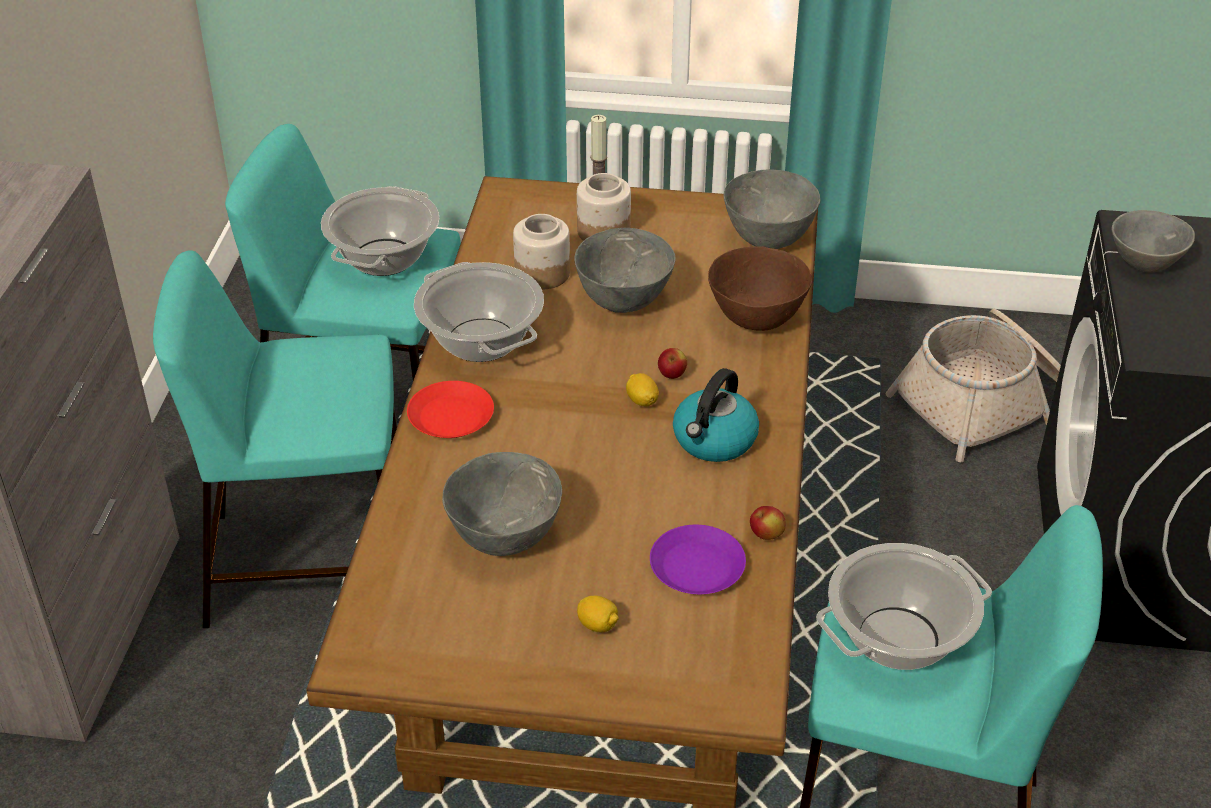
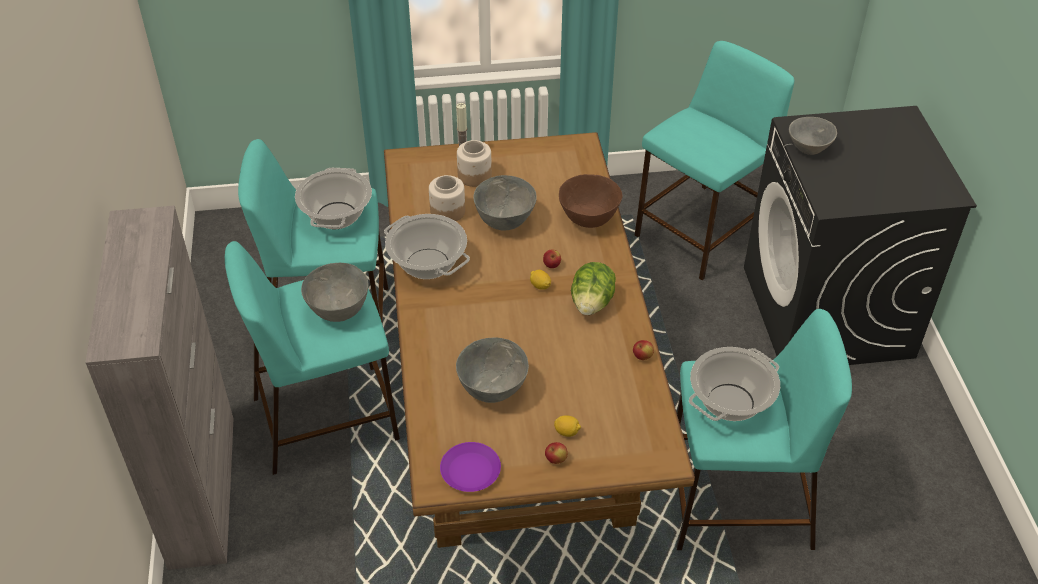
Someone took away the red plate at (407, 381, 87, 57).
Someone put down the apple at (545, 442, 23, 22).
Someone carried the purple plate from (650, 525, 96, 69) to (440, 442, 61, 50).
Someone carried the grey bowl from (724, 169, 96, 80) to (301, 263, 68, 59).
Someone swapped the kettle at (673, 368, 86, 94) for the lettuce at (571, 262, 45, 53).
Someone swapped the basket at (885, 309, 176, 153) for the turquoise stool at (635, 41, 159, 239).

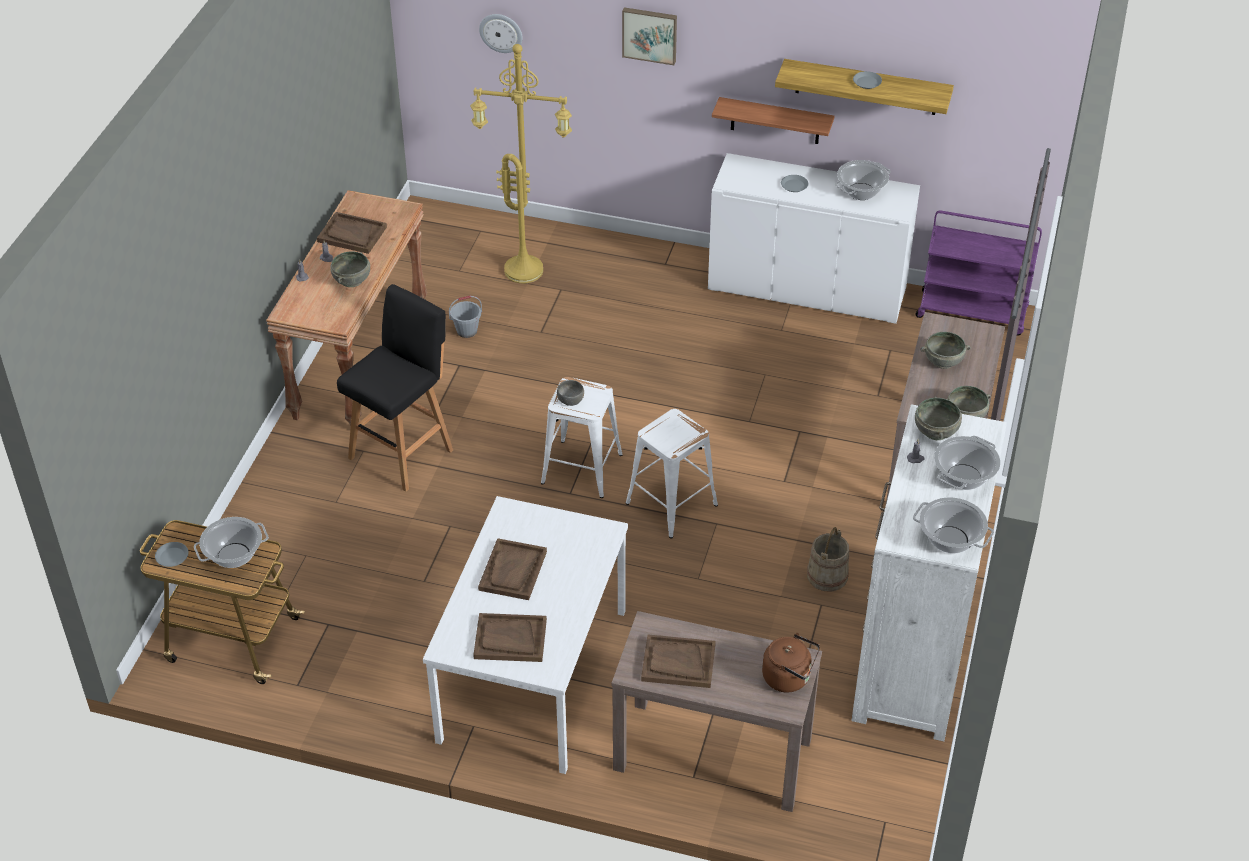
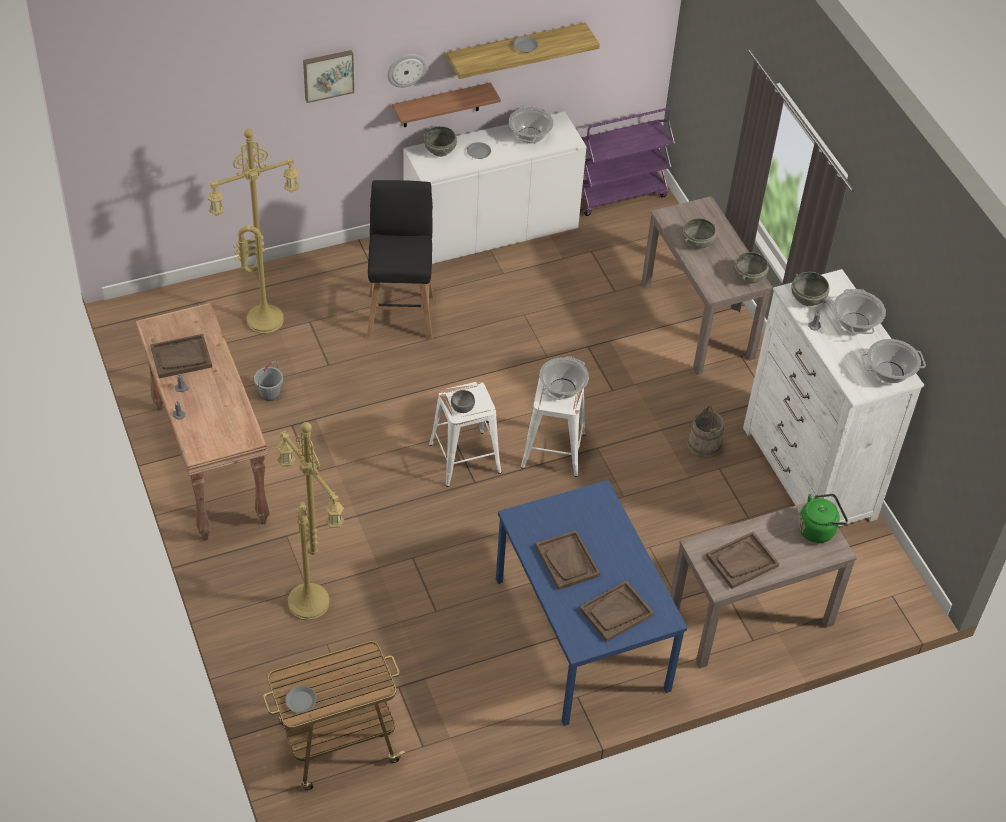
Someone put down the yellow floor lamp at (276, 422, 68, 198).
Someone carried the cooking pot from (194, 517, 75, 51) to (539, 356, 50, 44).
Someone carried the grey bowl from (330, 251, 40, 36) to (424, 126, 33, 31).
Someone carried the black stool from (337, 284, 116, 208) to (367, 180, 66, 160).
Someone carried the wall clock from (479, 14, 43, 39) to (388, 54, 39, 34).
Someone repainted the white dining table at (423, 496, 205, 278), which became the blue dining table at (496, 480, 192, 246).
Someone repainted the brown kettle at (762, 633, 58, 59), which became the green kettle at (798, 494, 50, 49).

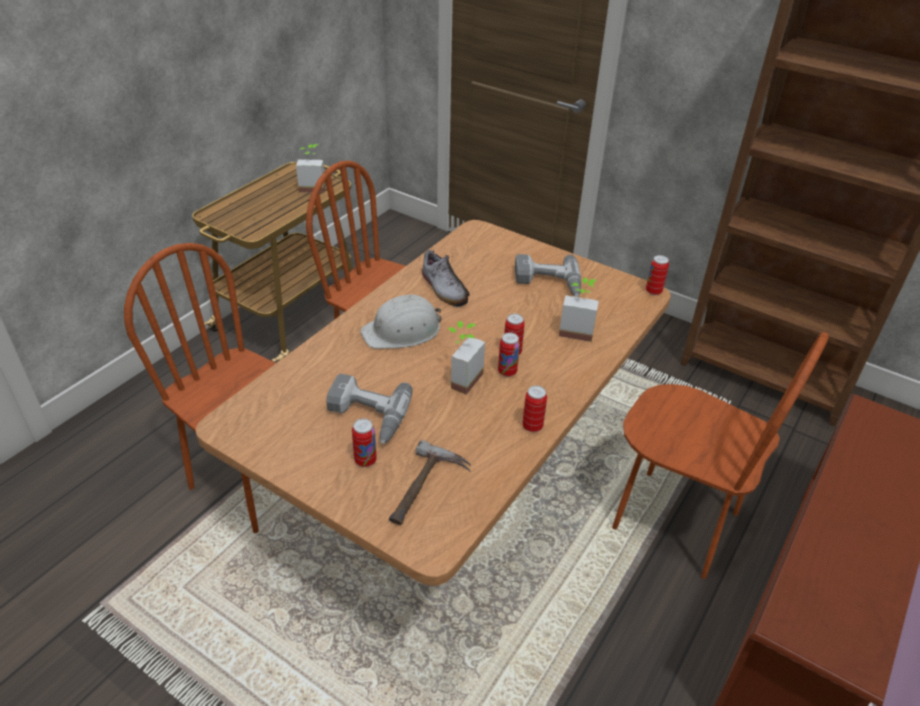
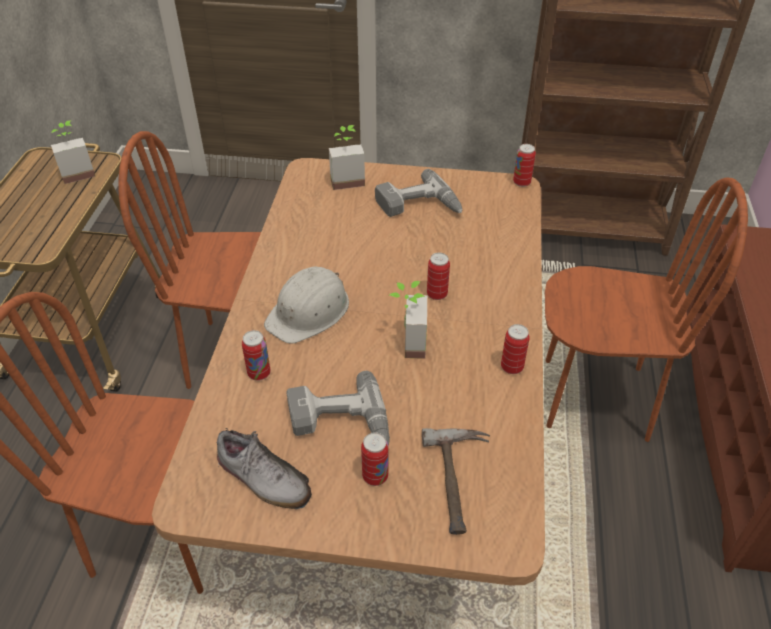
Someone carried the shoe from (422, 250, 48, 57) to (217, 428, 95, 81).
Someone carried the can from (498, 332, 22, 45) to (242, 330, 29, 51).
Someone carried the potted plant from (559, 278, 40, 64) to (329, 125, 36, 65).

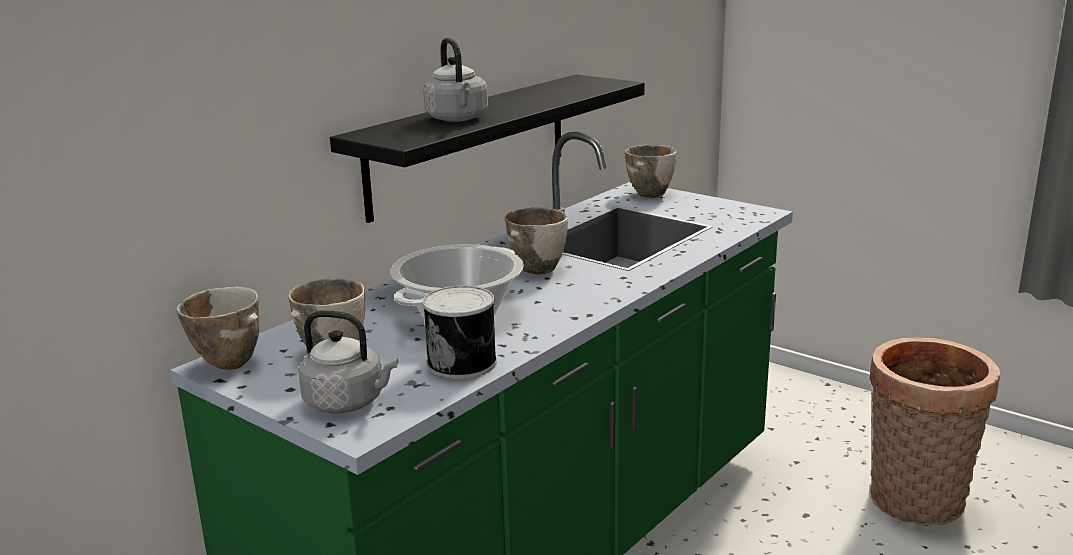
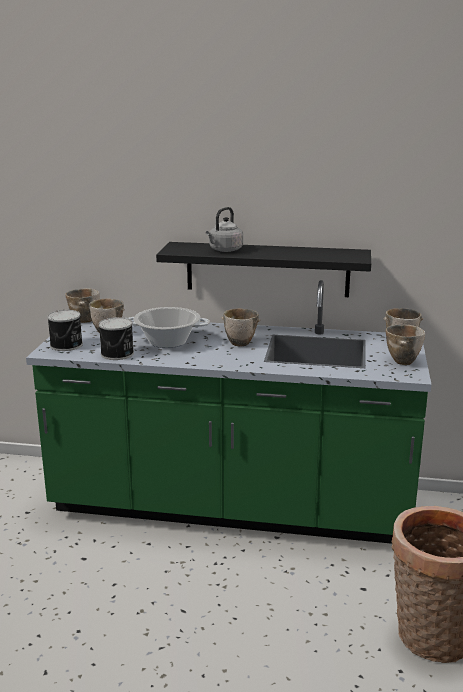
Someone put down the bowl at (386, 325, 39, 40).
Someone swapped the grey kettle at (298, 310, 100, 103) for the can at (47, 310, 36, 41).

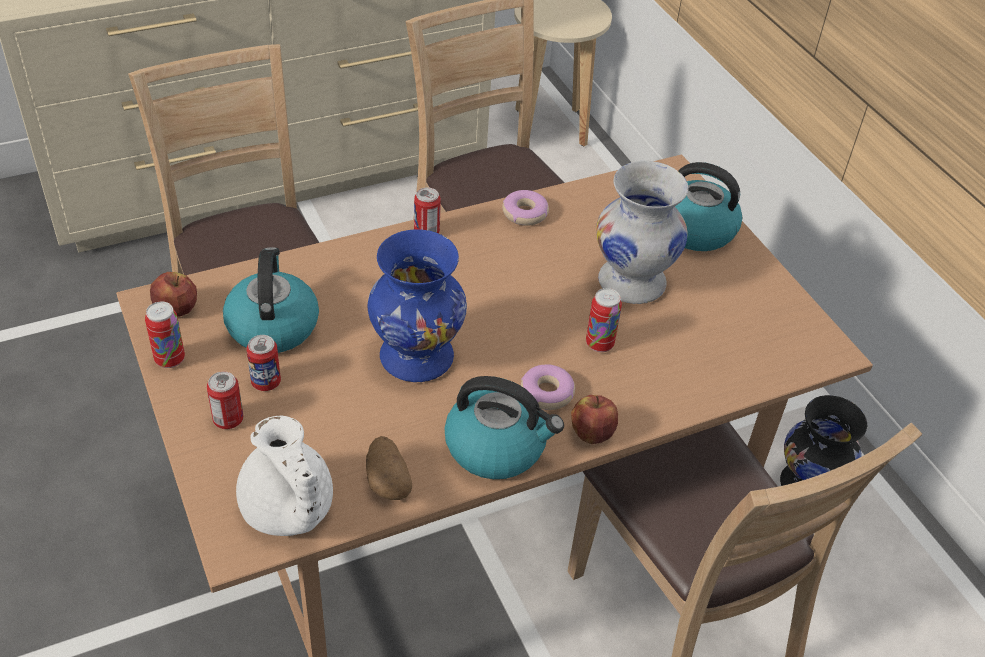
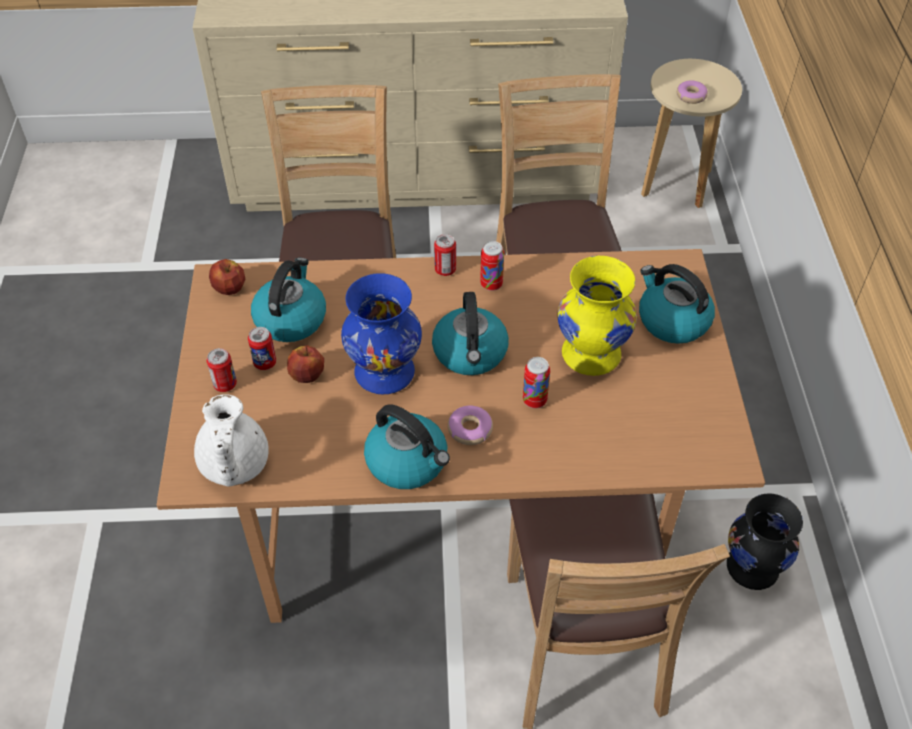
Someone took away the potato at (366, 436, 46, 64).
Someone put down the kettle at (432, 292, 77, 83).
Someone carried the can from (145, 302, 40, 66) to (480, 241, 24, 50).
Someone carried the donut from (502, 190, 47, 36) to (677, 81, 31, 23).
Someone carried the apple from (571, 395, 47, 49) to (287, 345, 37, 38).
Someone repainted the white vase at (596, 161, 92, 143), which became the yellow vase at (557, 256, 80, 120).

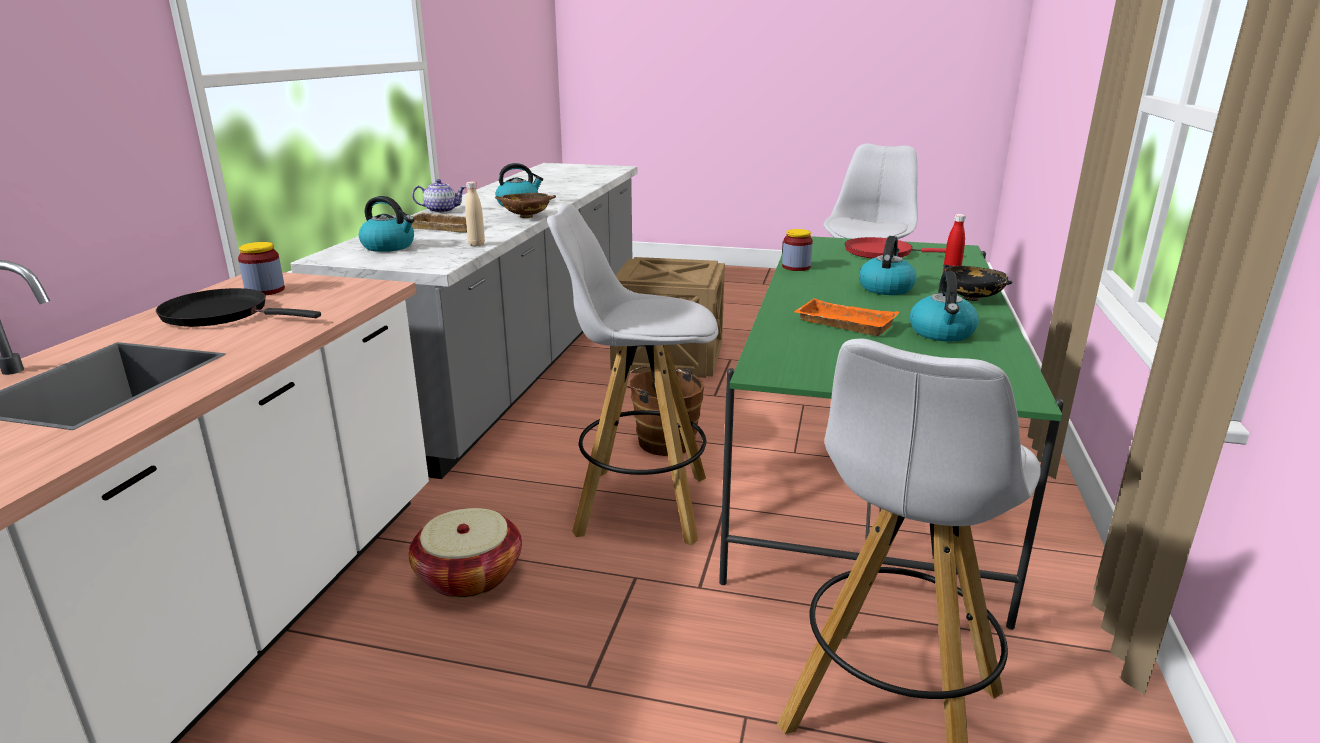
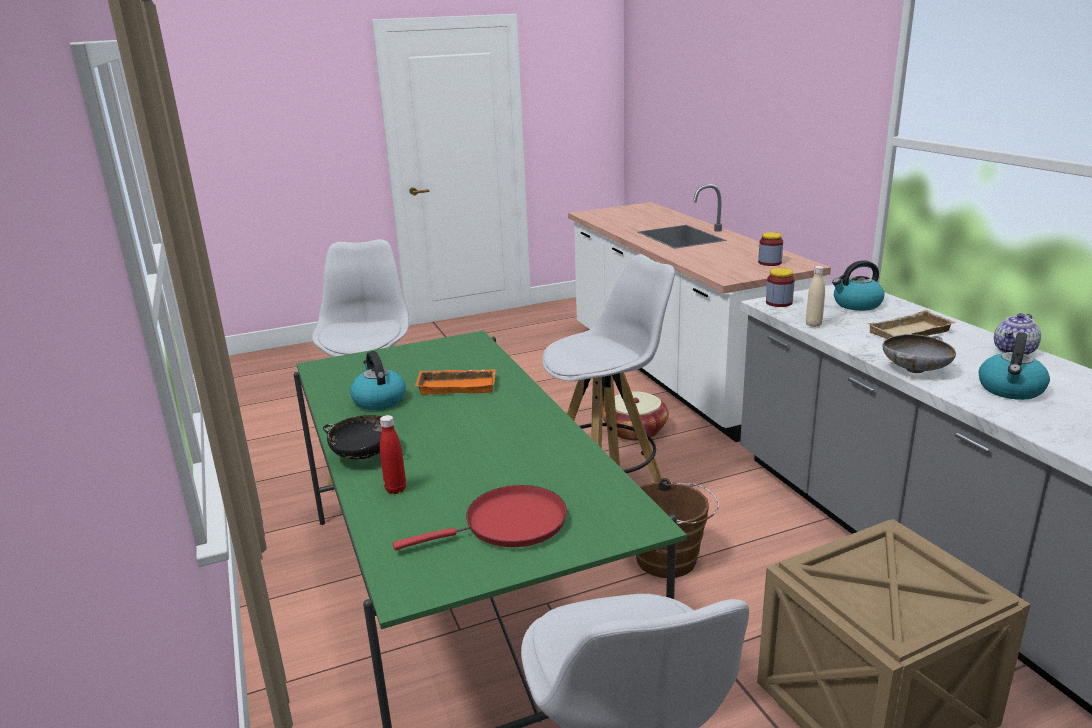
Someone took away the black frying pan at (156, 288, 165, 39).
Someone took away the kettle at (859, 236, 58, 59).
Someone carried the jar from (782, 229, 31, 42) to (766, 268, 29, 39).
Someone repainted the brown bowl at (495, 193, 61, 25), which became the grey bowl at (883, 334, 73, 39).

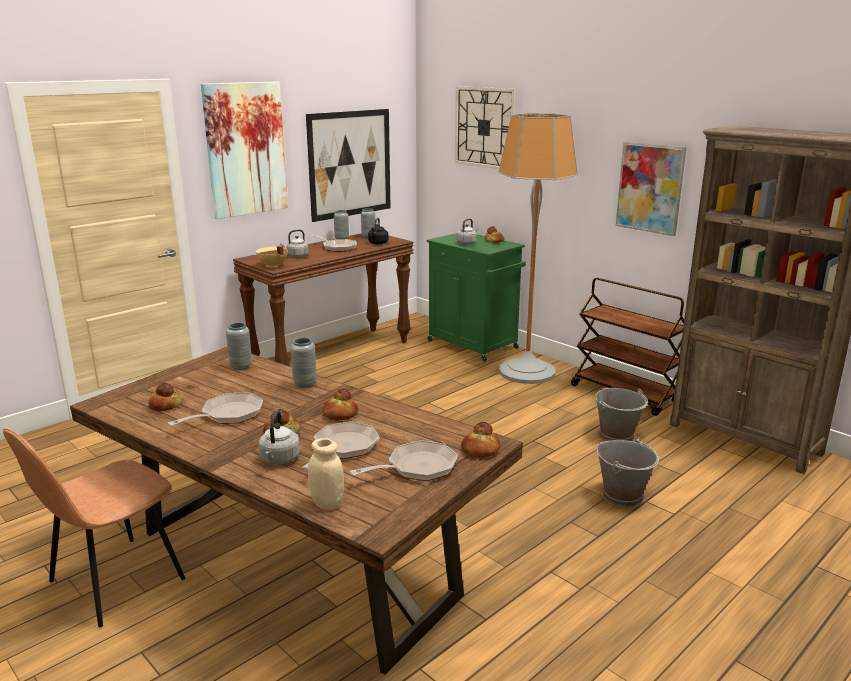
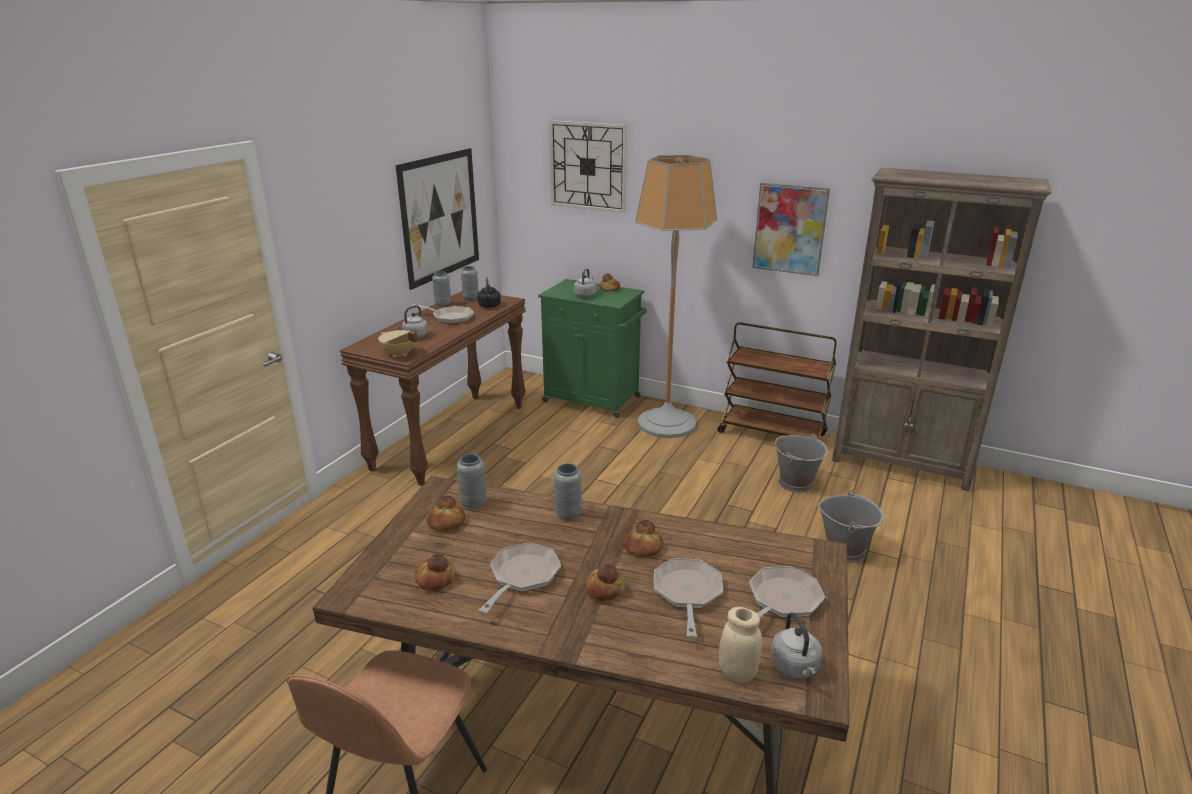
Someone took away the picture at (201, 82, 87, 137).
Someone carried the grey kettle from (259, 411, 41, 53) to (770, 612, 52, 67).
Someone carried the bread from (461, 422, 39, 35) to (427, 496, 38, 36).

